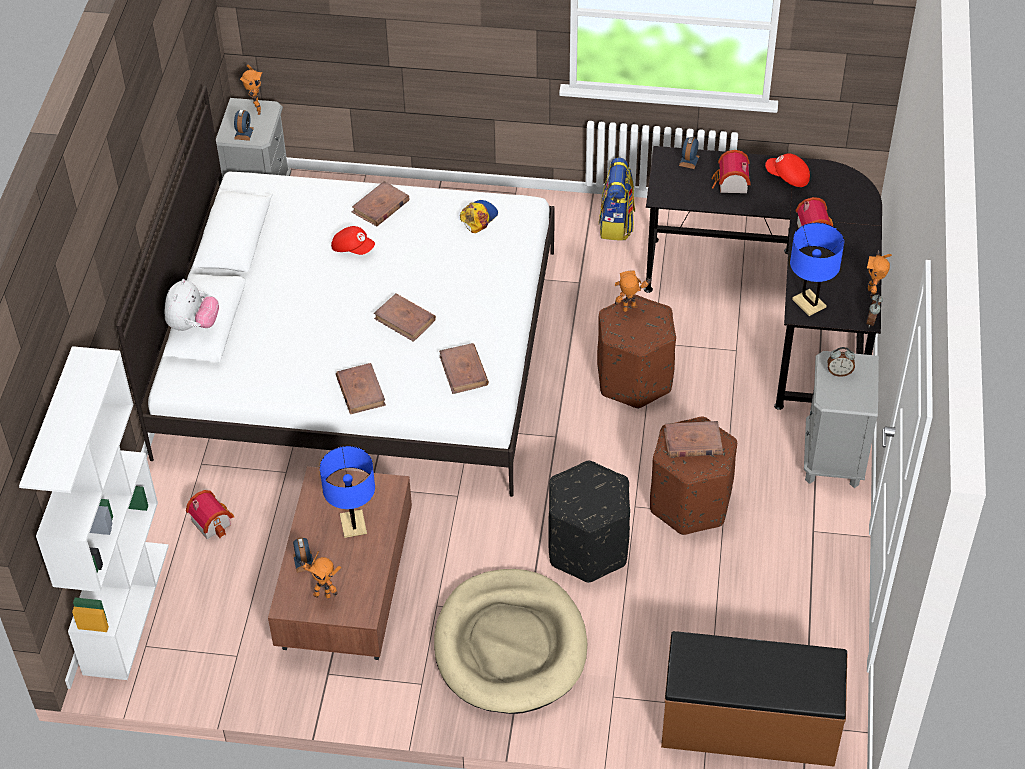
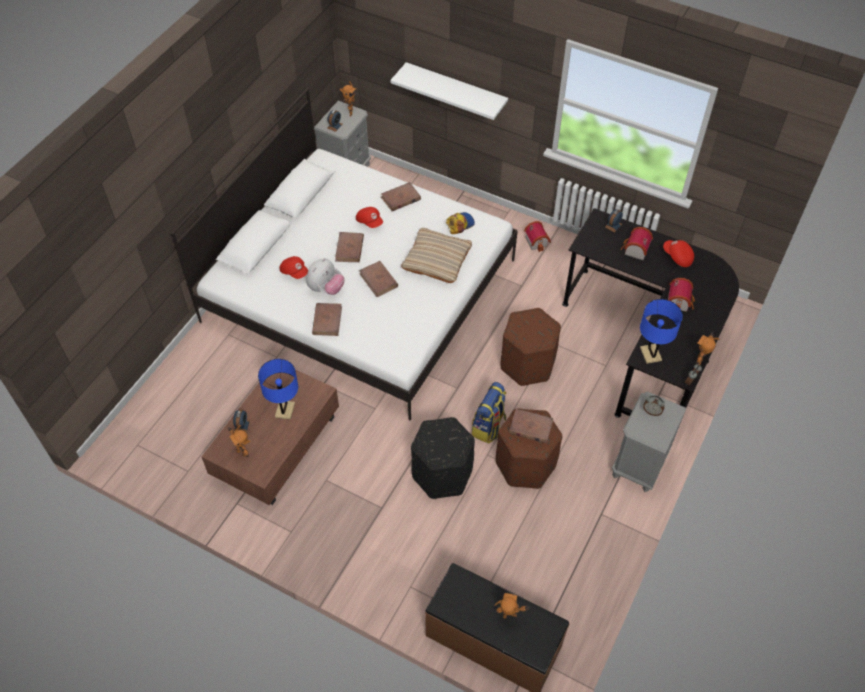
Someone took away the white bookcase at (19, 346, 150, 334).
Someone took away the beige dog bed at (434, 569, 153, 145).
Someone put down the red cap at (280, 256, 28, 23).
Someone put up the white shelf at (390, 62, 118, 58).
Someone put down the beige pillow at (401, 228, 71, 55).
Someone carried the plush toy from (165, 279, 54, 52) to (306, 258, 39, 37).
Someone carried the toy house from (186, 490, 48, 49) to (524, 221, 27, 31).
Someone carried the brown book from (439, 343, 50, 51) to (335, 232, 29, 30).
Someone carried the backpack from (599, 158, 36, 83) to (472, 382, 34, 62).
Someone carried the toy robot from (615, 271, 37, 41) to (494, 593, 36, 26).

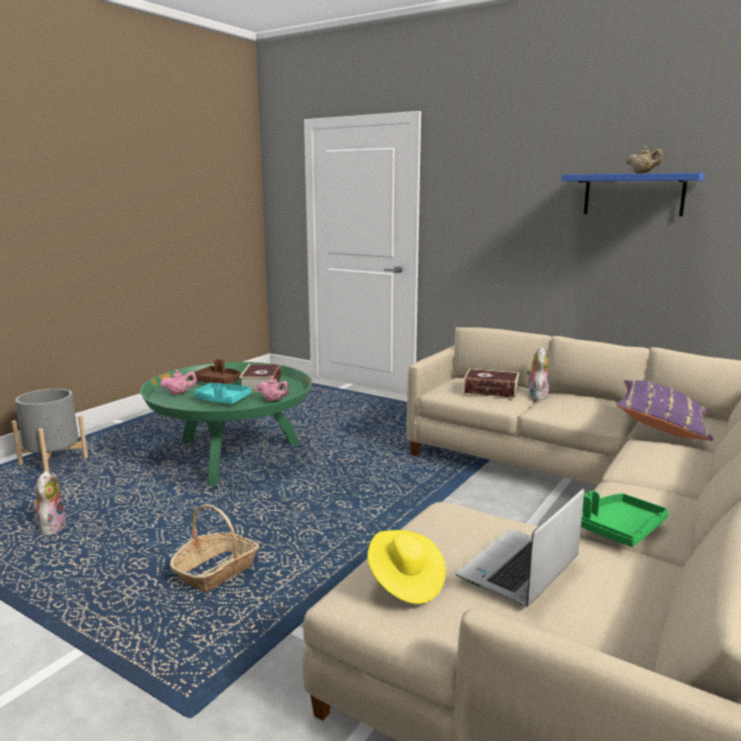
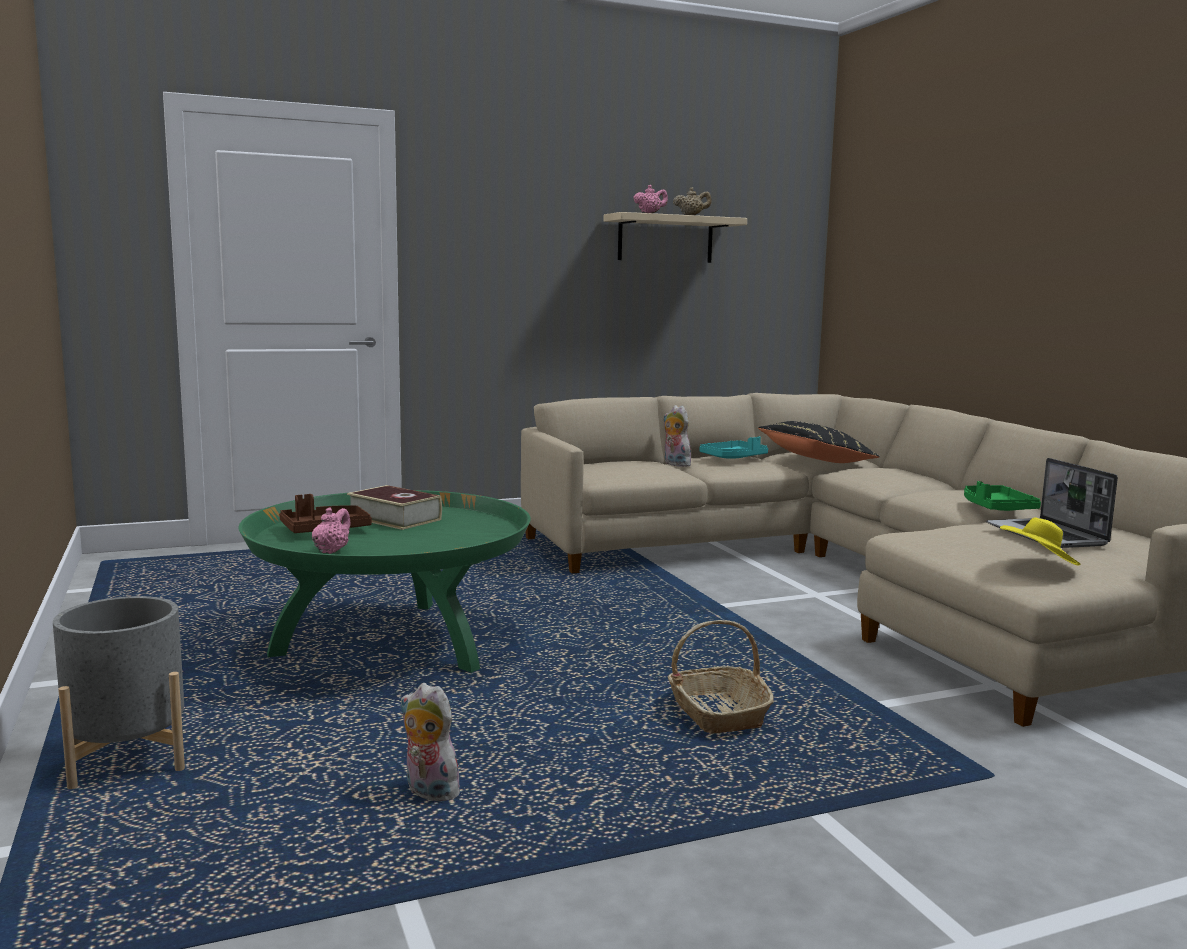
Someone took away the book at (463, 369, 57, 29).
Someone carried the turquoise tray from (194, 383, 57, 21) to (699, 437, 69, 22).
Someone carried the pink teapot from (257, 376, 32, 26) to (633, 185, 35, 28).
Someone repainted the blue shelf at (562, 173, 143, 43), which became the beige shelf at (604, 212, 143, 51).
Someone repainted the purple pillow at (617, 380, 96, 61), which became the black pillow at (758, 421, 122, 42).

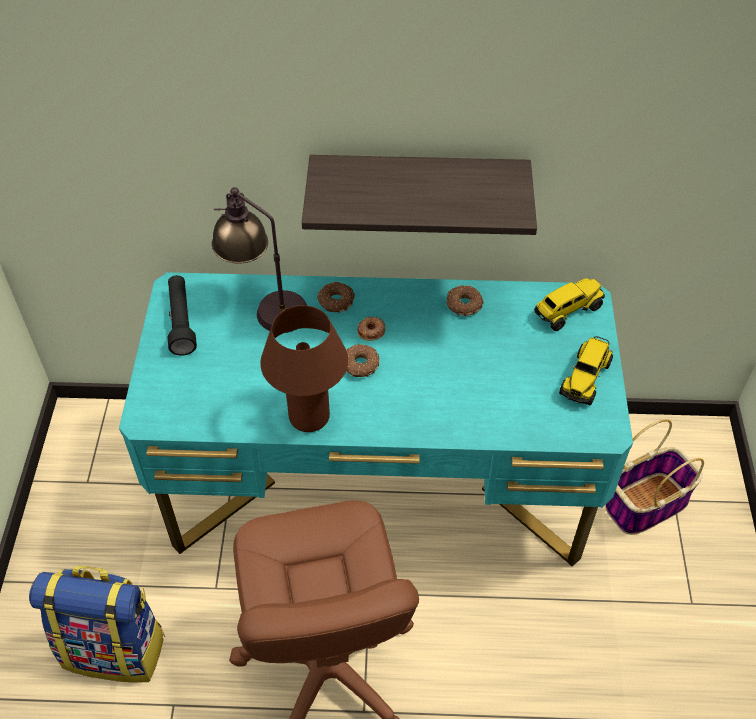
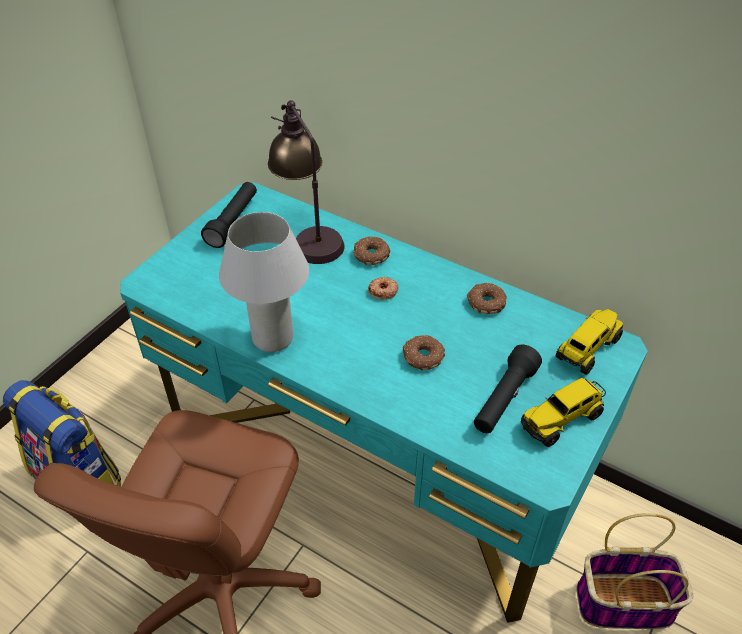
Someone took away the shelf at (302, 155, 235, 80).
Someone put down the black flashlight at (474, 344, 68, 89).
Someone carried the donut from (346, 344, 33, 33) to (403, 335, 42, 35).
Someone repainted the brown table lamp at (260, 305, 88, 127), which became the white table lamp at (219, 212, 90, 140).
Someone rotated the toy truck at (535, 278, 70, 53) by 45 degrees counterclockwise.

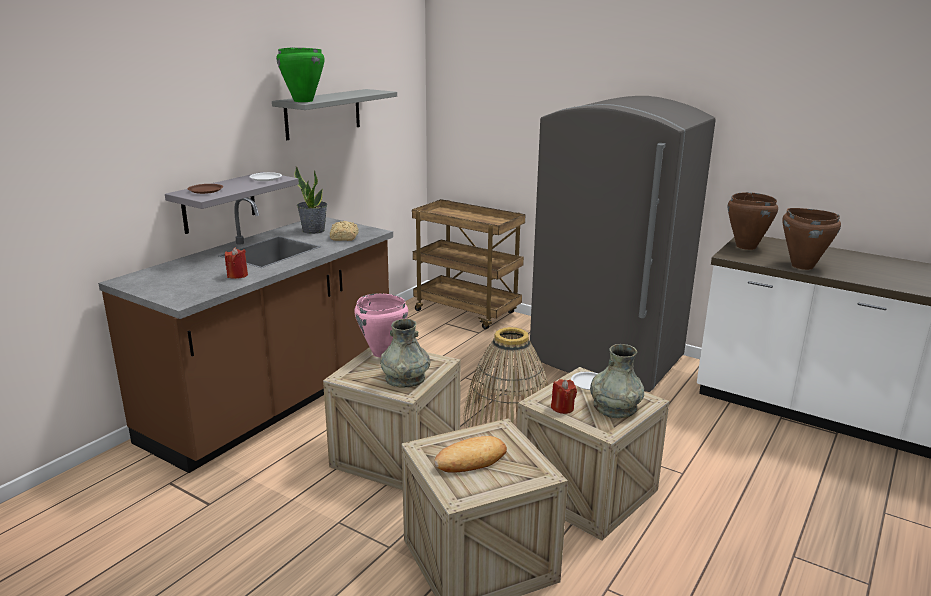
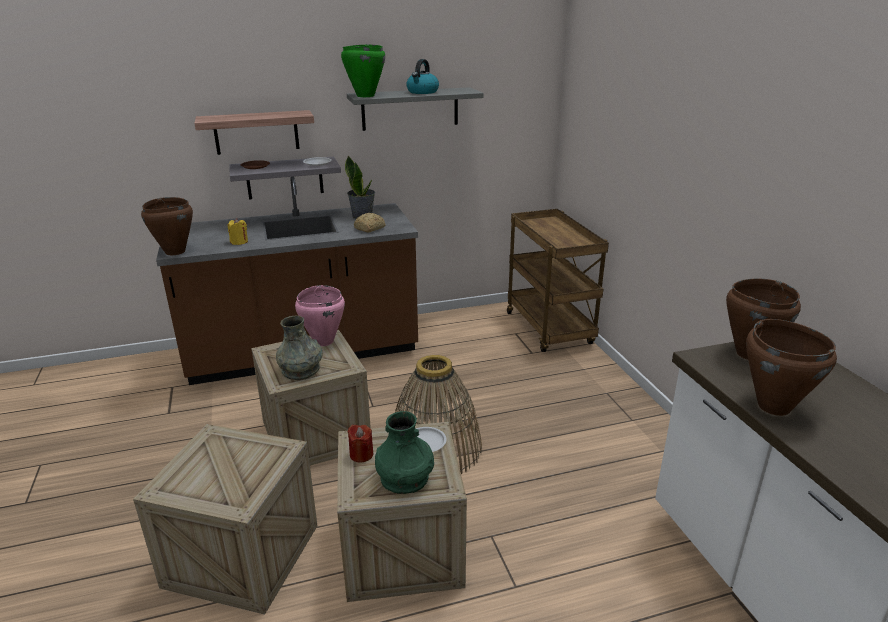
Someone took away the bread at (434, 436, 73, 37).
Someone took away the grey fridge at (529, 96, 187, 296).
Someone put down the brown cooking pot at (141, 197, 52, 58).
Someone put up the shelf at (194, 110, 120, 45).
Someone put down the kettle at (406, 59, 33, 35).
Someone repainted the red candle at (225, 247, 23, 32), which became the yellow candle at (228, 218, 20, 27).
Someone repainted the grey vase at (590, 344, 54, 74), which became the green vase at (375, 411, 59, 83).

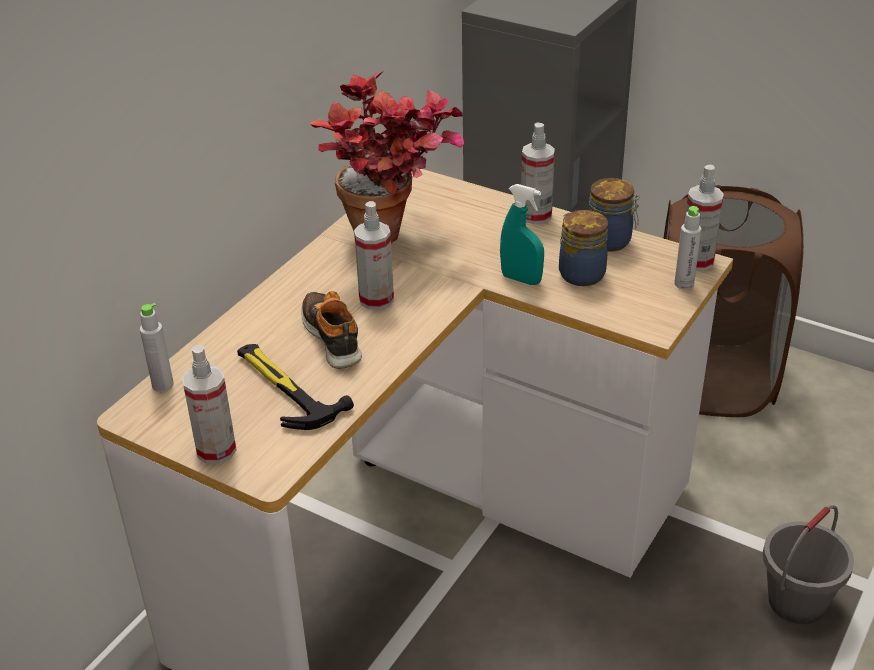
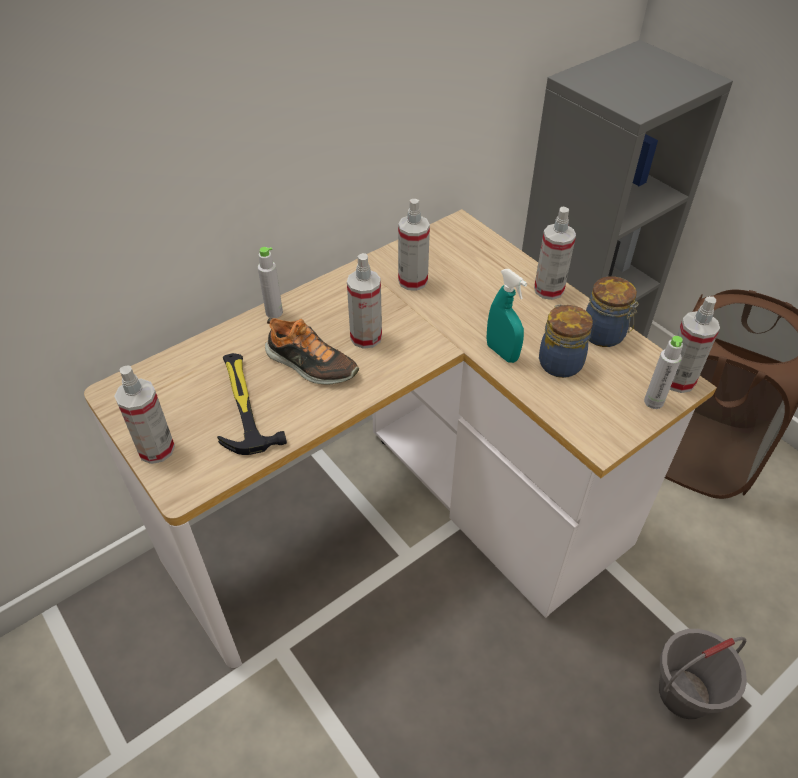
Someone carried the grey bottle from (140, 303, 34, 89) to (258, 247, 25, 71).
Someone swapped the potted plant at (310, 71, 154, 172) for the spray bottle at (398, 199, 32, 92).
Someone rotated the shoe at (301, 291, 61, 78) by 120 degrees clockwise.

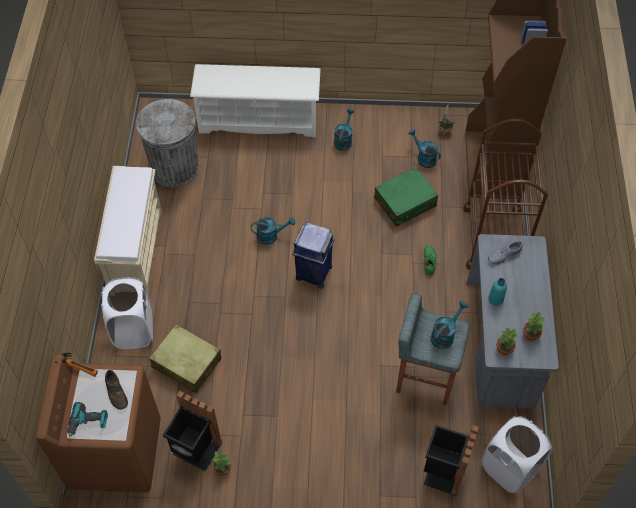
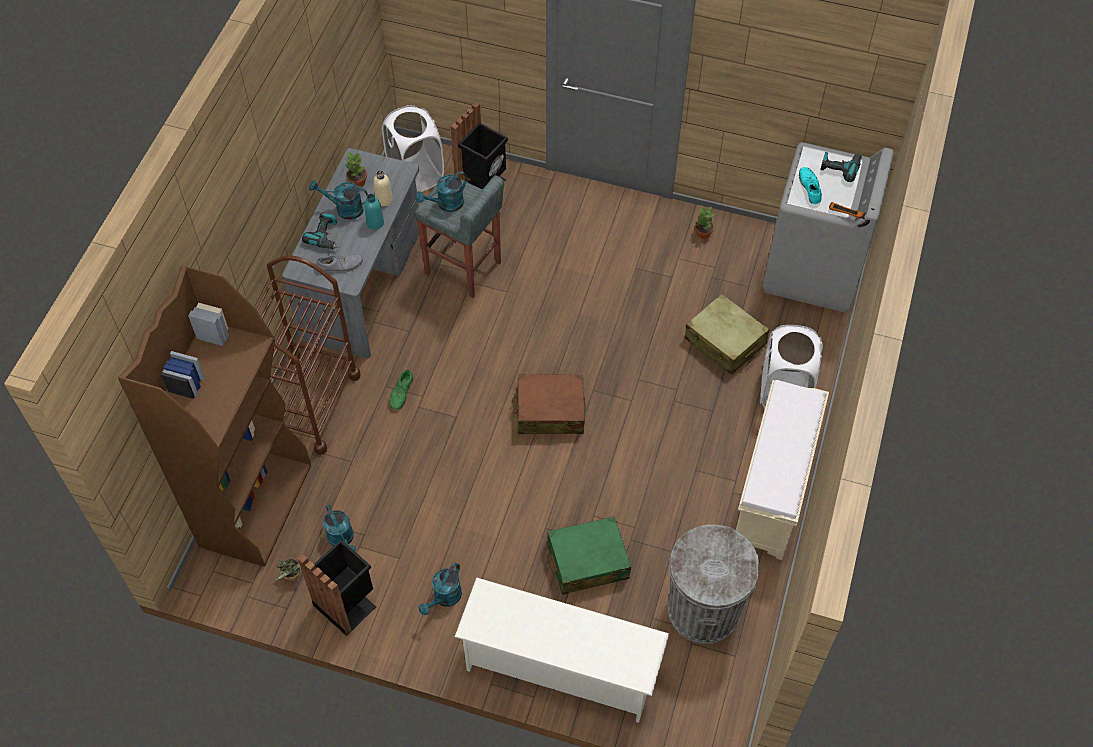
Someone took away the potted plant at (496, 327, 21, 28).
Someone put down the power drill at (302, 212, 36, 37).
Someone put down the beige bottle at (374, 170, 19, 36).
Someone carried the black trash can from (163, 391, 59, 80) to (298, 540, 78, 96).
Someone carried the turquoise watering can from (251, 217, 44, 28) to (309, 180, 59, 40).
Someone carried the green suitcase from (374, 167, 64, 60) to (547, 516, 84, 79).
Someone swapped the blue trash can at (292, 222, 43, 66) for the brown suitcase at (512, 374, 73, 60).
Someone repainted the brown washing machine at (35, 354, 126, 139), which became the grey washing machine at (763, 142, 131, 171).
Someone repainted the brown shoe at (105, 370, 23, 40), which became the turquoise shoe at (799, 167, 23, 37).

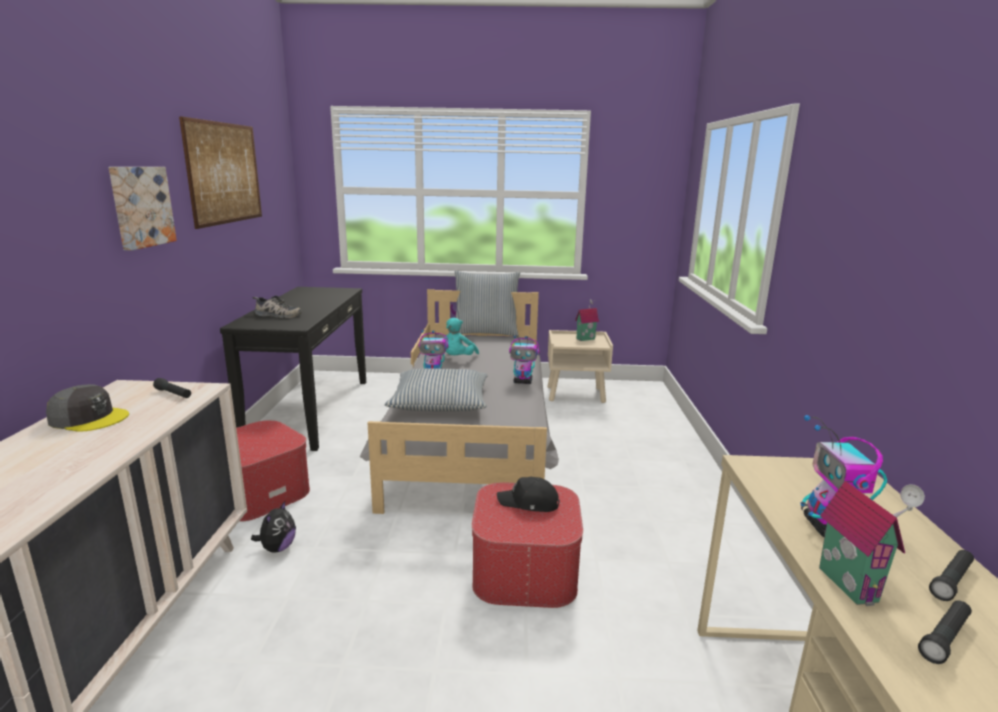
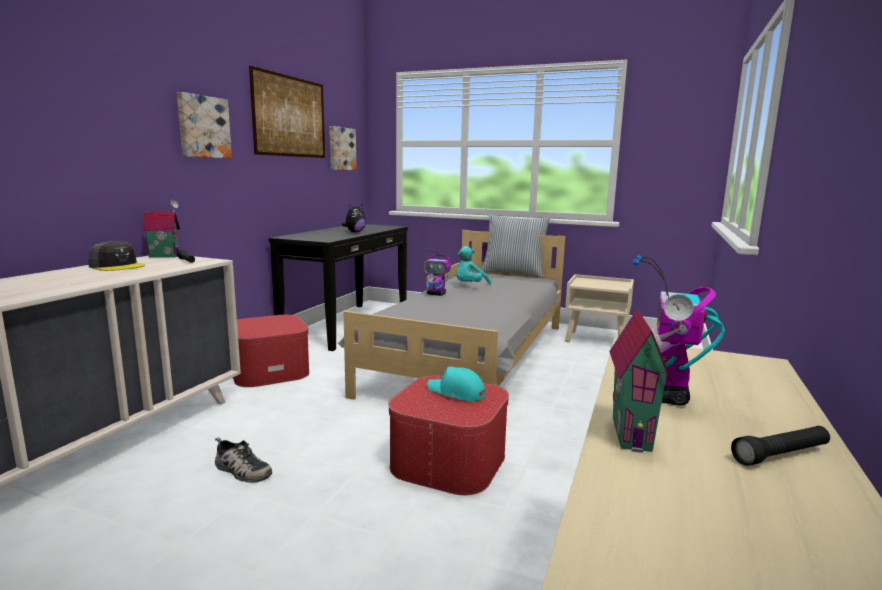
Someone took away the pillow at (384, 369, 104, 42).
Someone took away the toy robot at (509, 335, 31, 49).
Someone took away the black flashlight at (918, 600, 54, 64).
Someone put up the picture at (330, 126, 26, 44).
Someone carried the plush toy from (251, 501, 45, 52) to (341, 204, 25, 28).
Someone carried the shoe from (252, 296, 50, 22) to (215, 437, 57, 46).
Someone carried the toy house from (575, 299, 24, 42) to (142, 200, 38, 58).
Someone repainted the black cap at (497, 477, 63, 35), which became the turquoise cap at (428, 367, 58, 34).

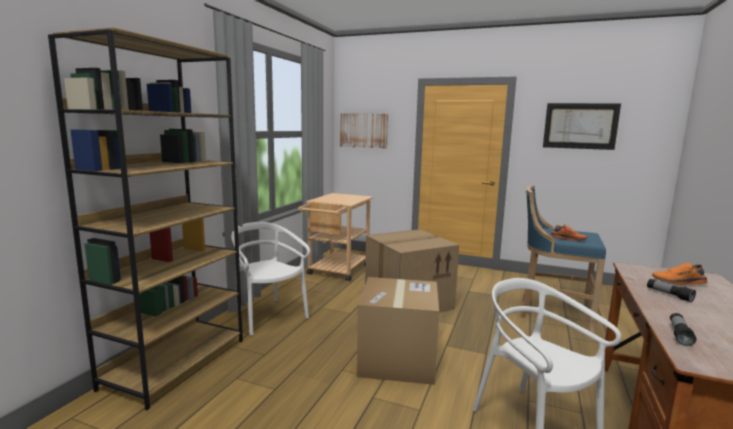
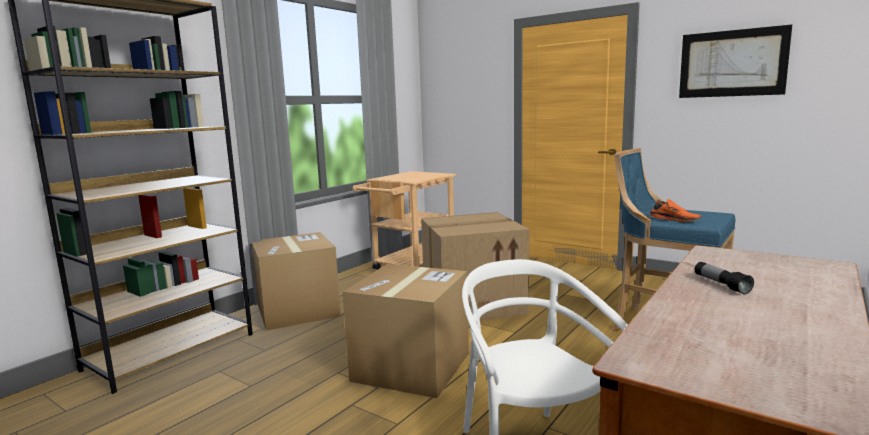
Someone took away the picture at (340, 113, 48, 36).
Someone took away the orange shoe at (652, 263, 56, 22).
Someone took away the flashlight at (670, 313, 26, 33).
Someone swapped the white chair at (231, 222, 79, 114) for the cardboard box at (252, 232, 89, 99).

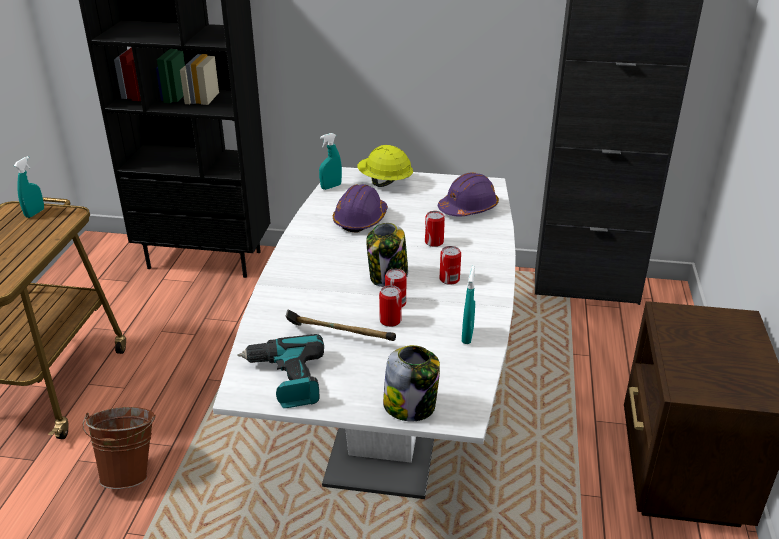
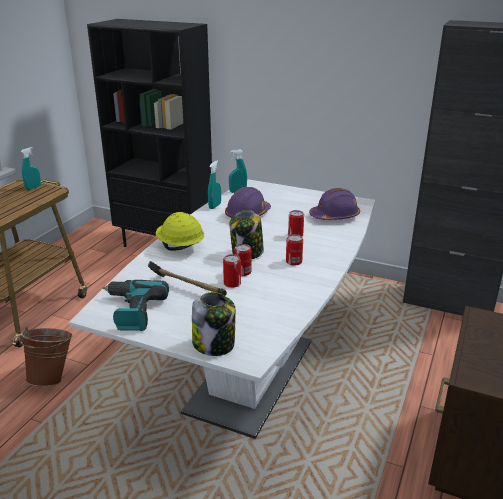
Someone carried the yellow hard hat from (357, 145, 56, 42) to (156, 212, 48, 39).
Someone carried the turquoise spray bottle from (462, 266, 13, 78) to (208, 160, 13, 49).

